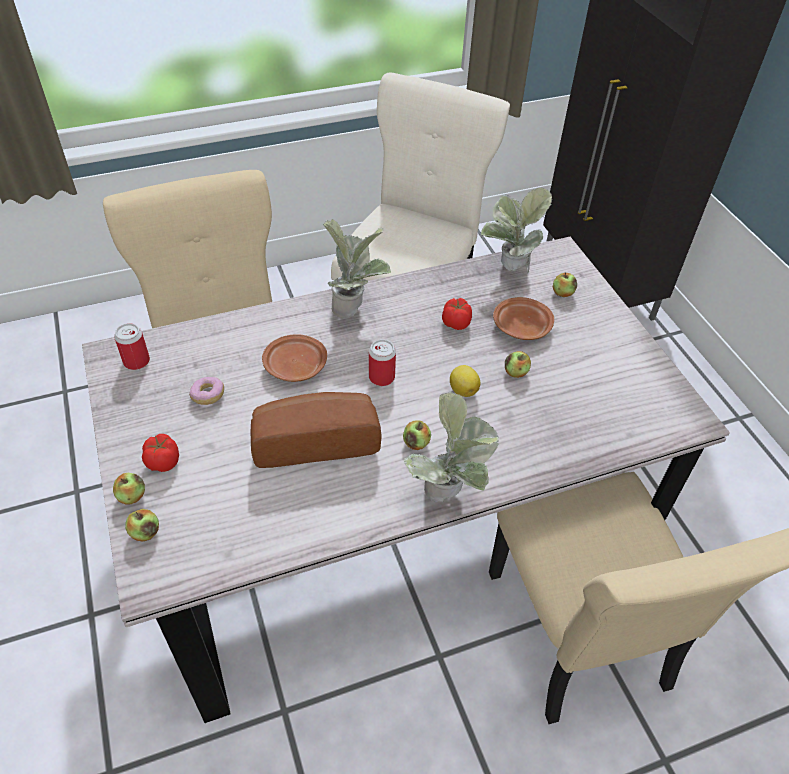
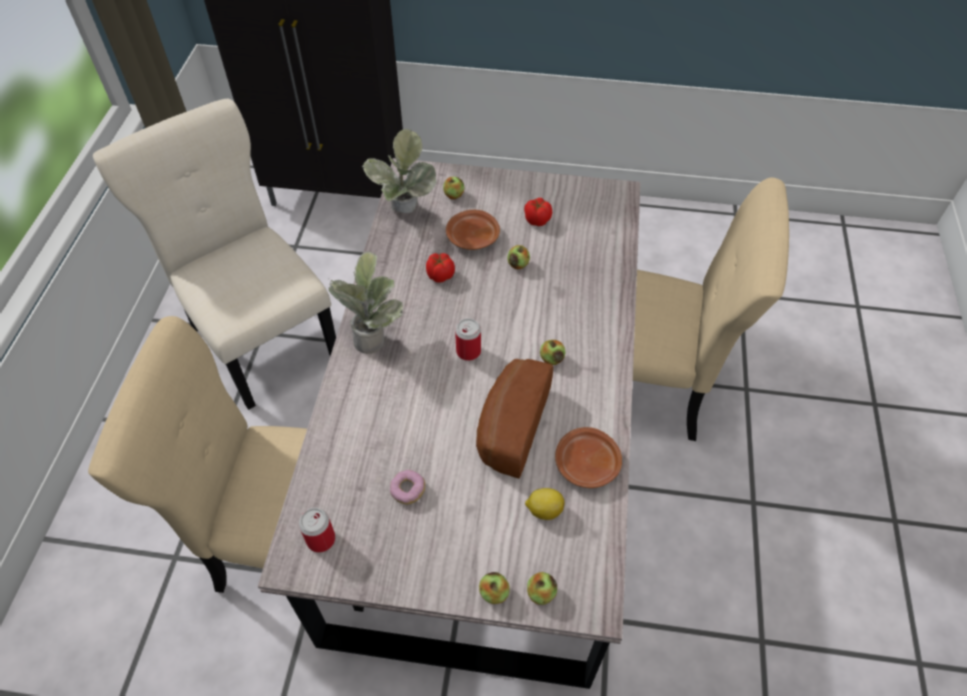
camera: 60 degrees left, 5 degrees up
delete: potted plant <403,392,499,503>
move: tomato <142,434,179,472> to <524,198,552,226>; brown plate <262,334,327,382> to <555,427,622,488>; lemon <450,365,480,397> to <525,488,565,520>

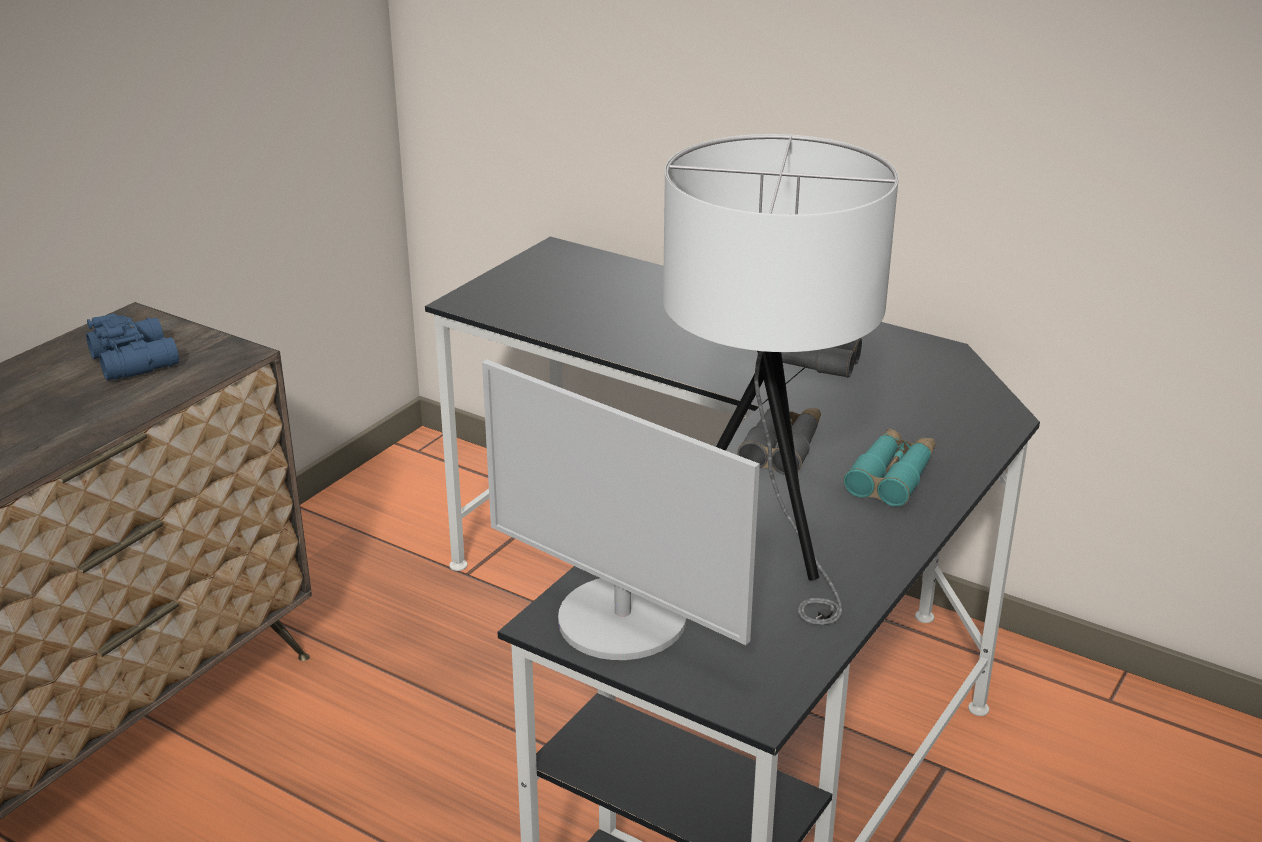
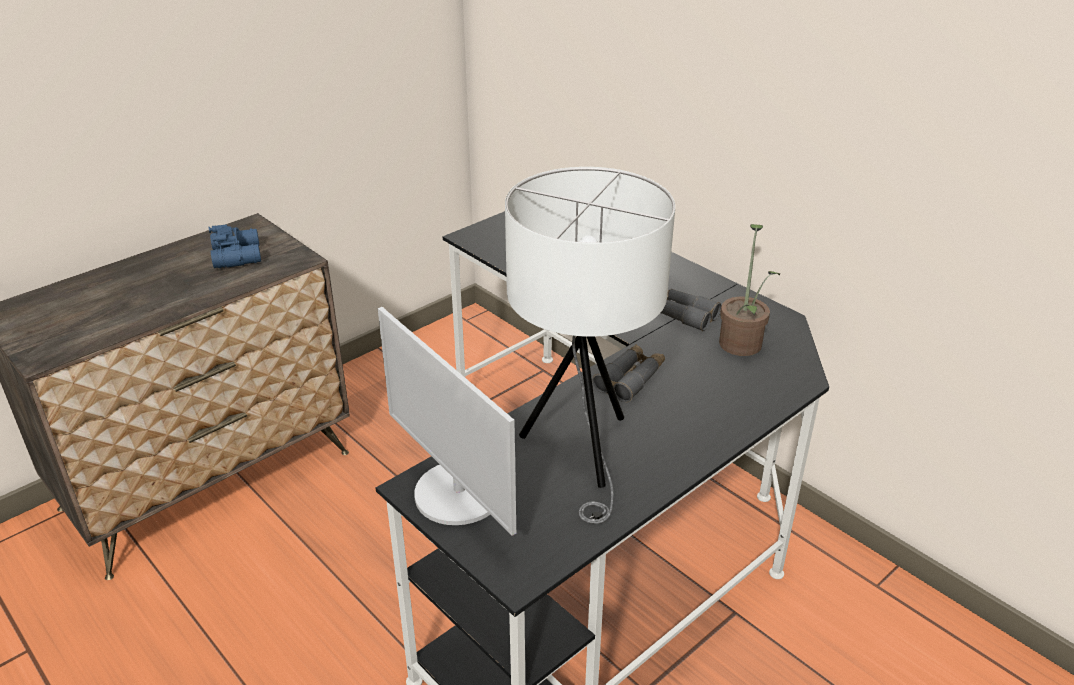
camera: 15 degrees right, 5 degrees up
delete: turquoise binoculars <843,428,936,507>
insert: potted plant <719,224,780,356>

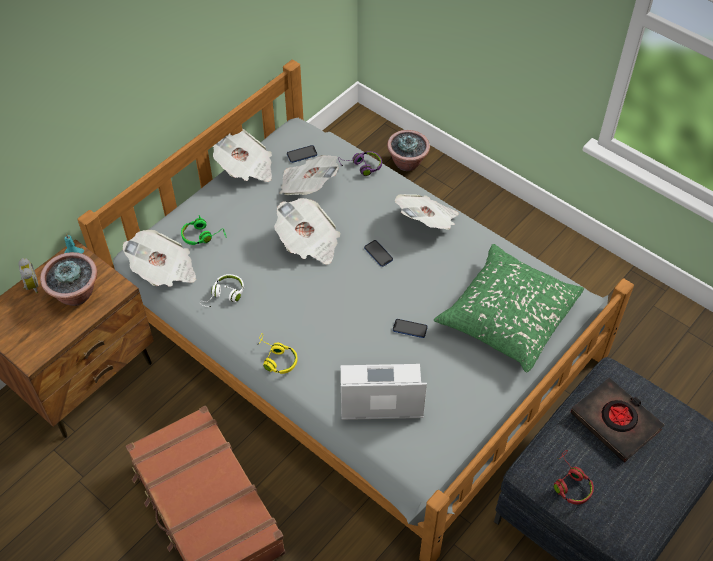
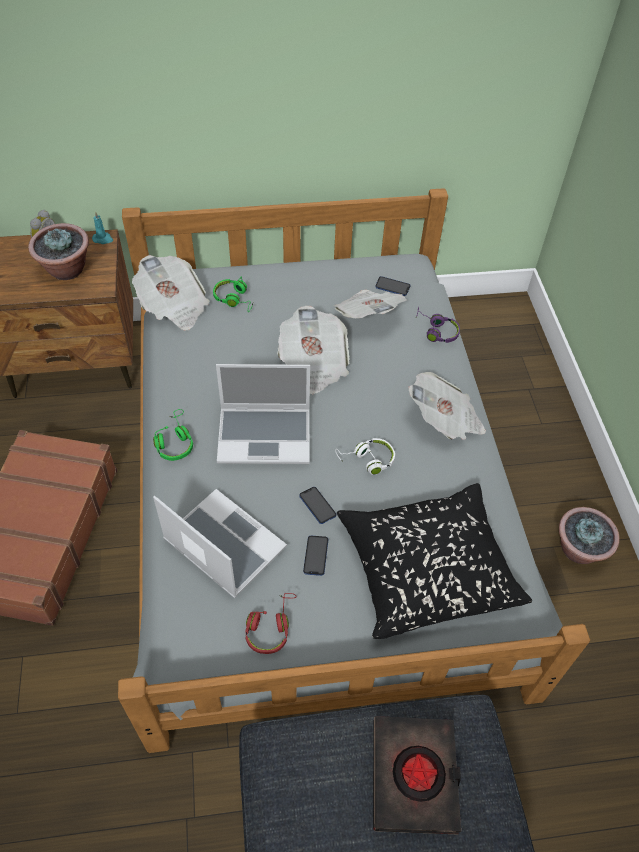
camera: 40 degrees right, 0 degrees up
delete: newspaper <213,129,272,182>
insert: laptop <216,364,310,464>
move: white headphones <200,274,244,307> to <335,438,395,475>; phone <364,240,393,267> to <303,536,328,576>; potted plant <387,130,430,171> to <559,507,620,564>; red headphones <554,450,594,504> to <245,593,297,654>
recolor: yellow headphones <258,333,298,374> to green headphones <153,409,193,461>; green pillow <434,244,584,372> to black pillow <337,483,532,639>

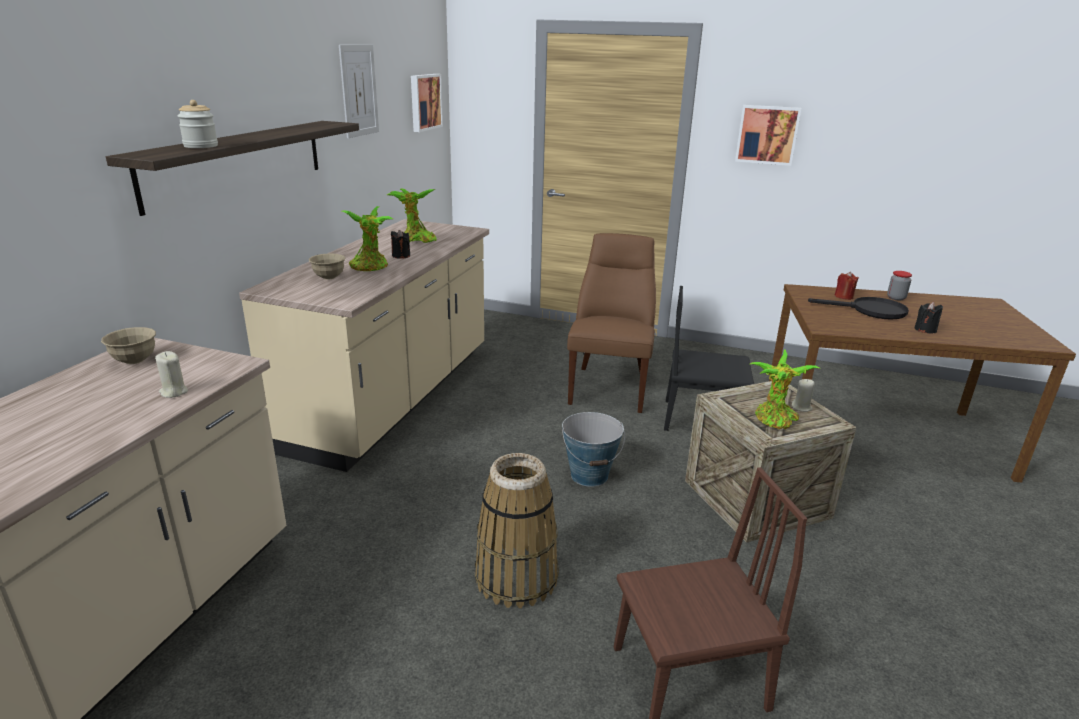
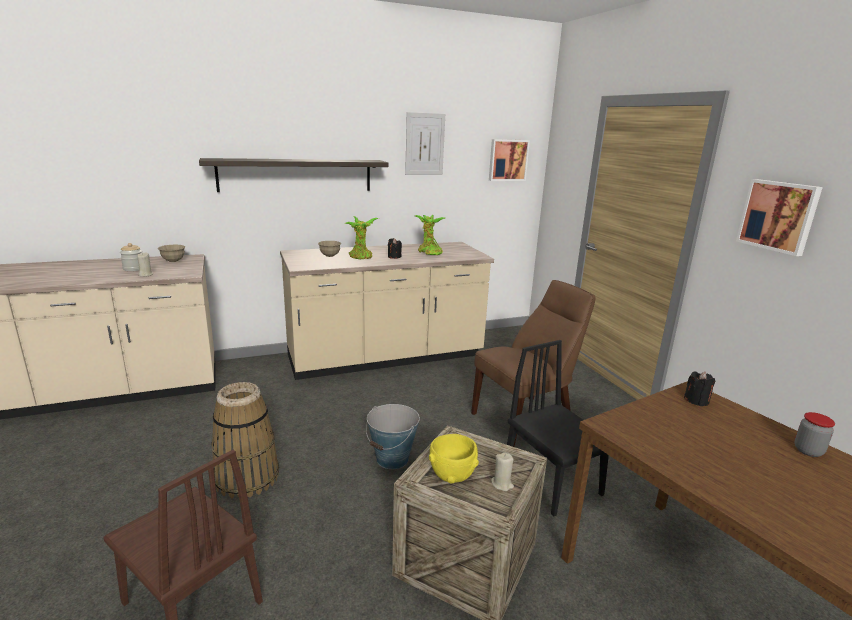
camera: 50 degrees right, 5 degrees down
delete: black frying pan <808,297,909,319>; red candle <835,272,859,300>
move: jar <178,100,218,148> to <120,243,142,271>; black candle <914,302,943,334> to <684,372,715,406>
replace: potted plant <750,349,819,429> to yellow bowl <429,434,479,484>

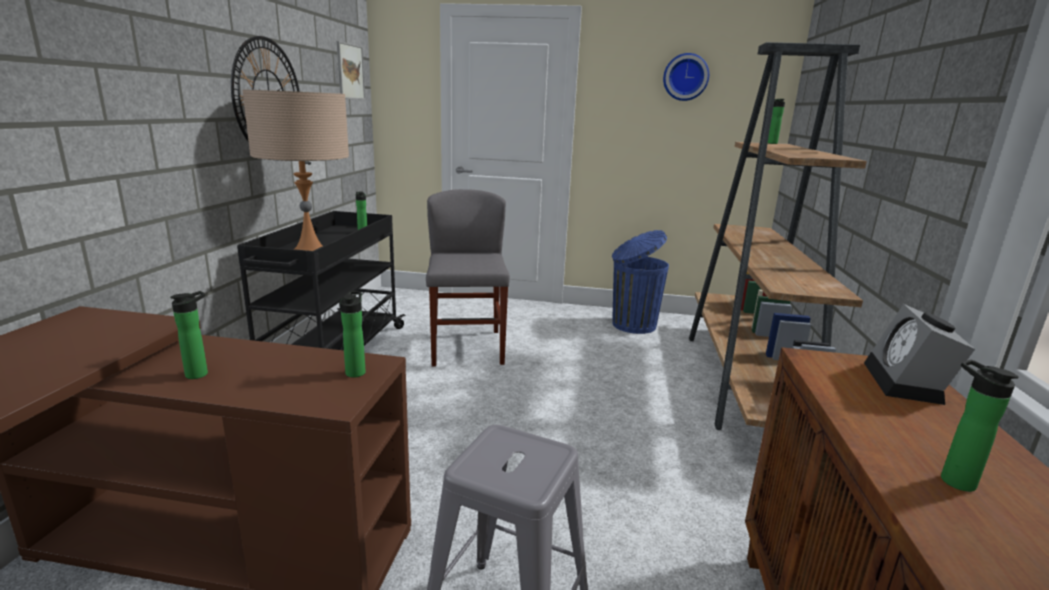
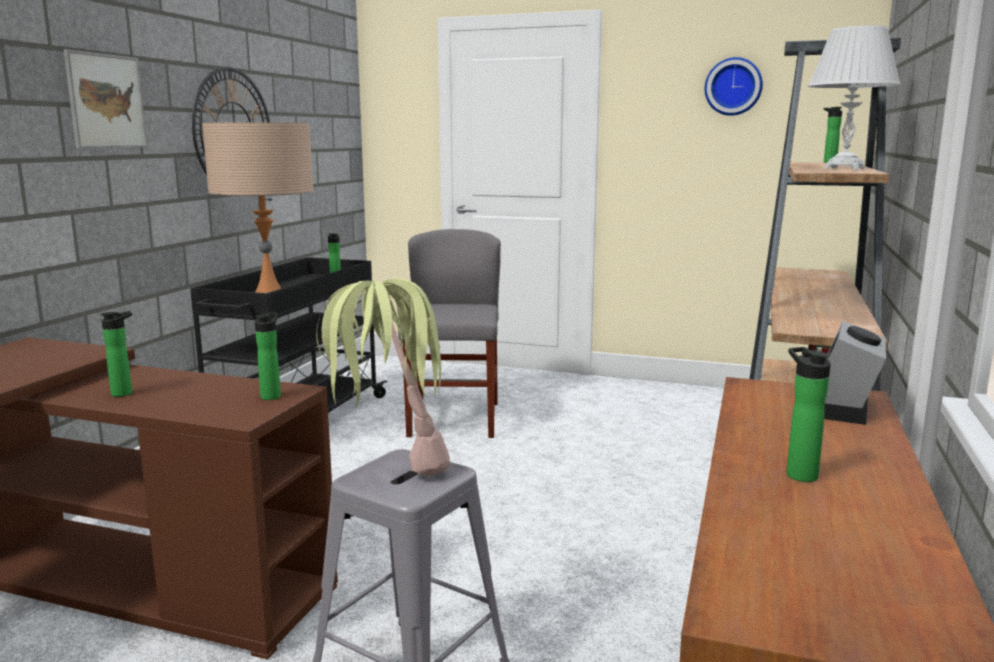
camera: 10 degrees right, 5 degrees down
delete: blue trash can <612,230,669,334>
insert: potted plant <316,278,450,476>; white table lamp <808,25,901,170>
move: picture <337,41,365,100> to <64,49,147,148>

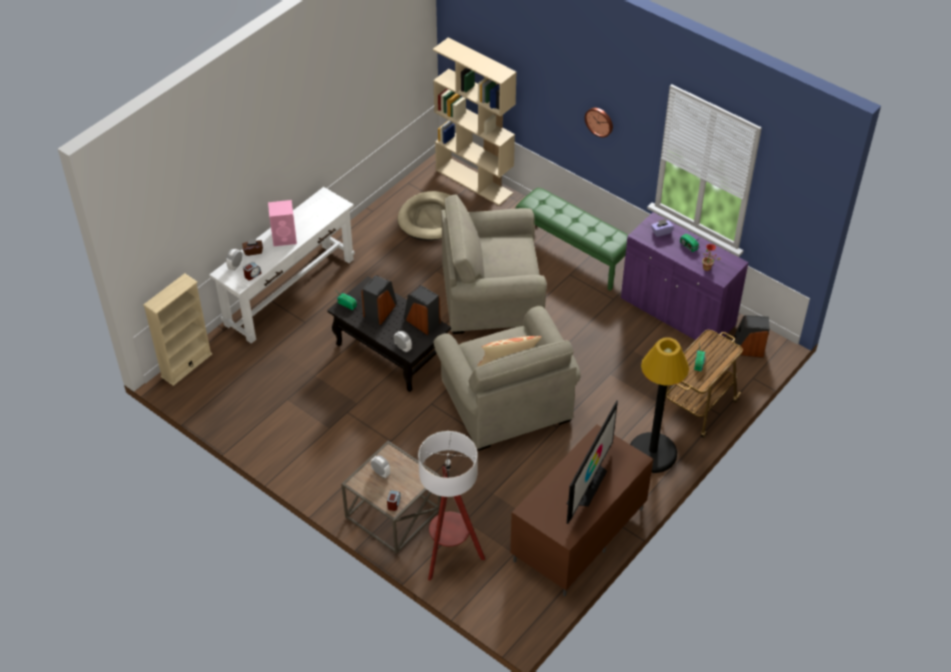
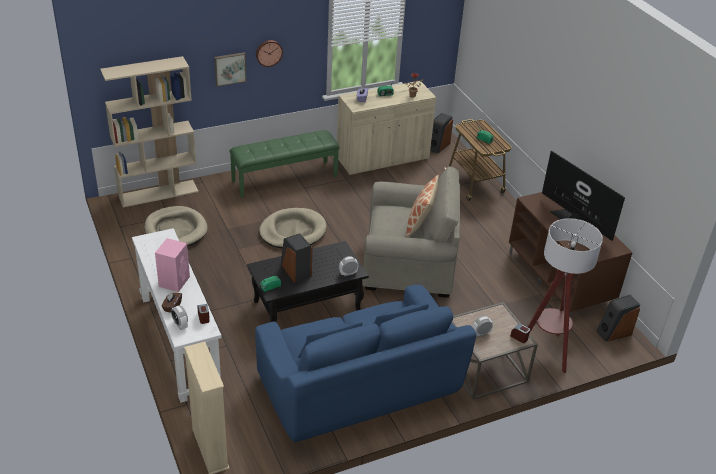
camera: 65 degrees left, 10 degrees down
delete: black floor lamp <630,337,689,473>
insert: picture <214,52,246,86>; blue sofa <255,285,477,442>
move: speaker <404,285,441,335> to <596,295,640,342>
replace: beige armchair <441,194,547,334> to beige dog bed <259,208,327,249>
recolor: purple cabinet <621,212,749,342> to beige cabinet <337,81,436,175>

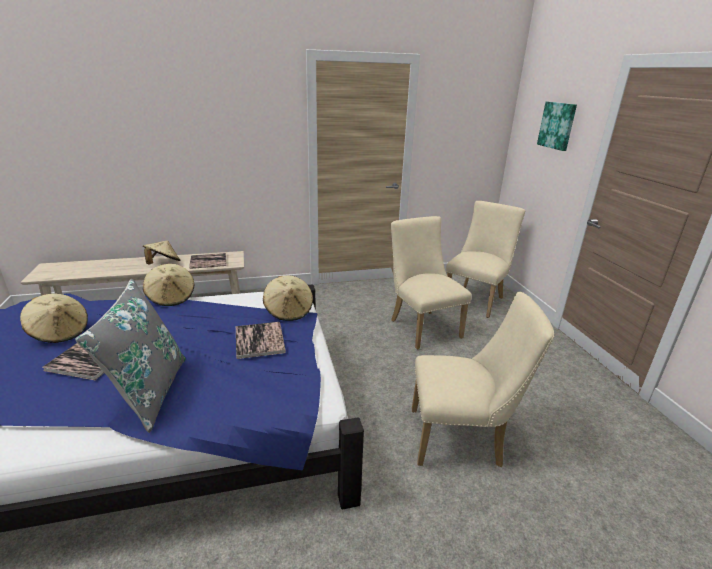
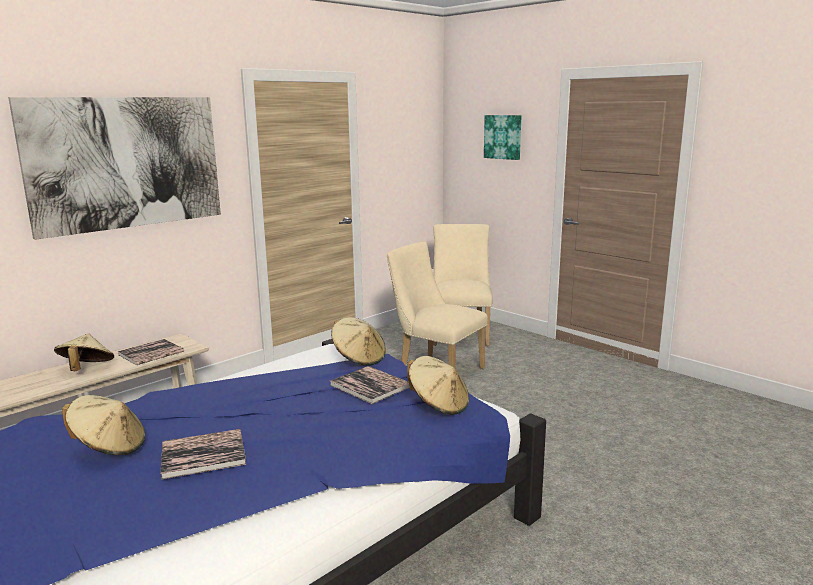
camera: 30 degrees left, 10 degrees down
delete: grey pillow <75,279,186,433>; beige chair <412,292,554,467>
insert: picture <8,97,221,240>
move: beige hat <143,264,194,306> to <407,356,469,415>

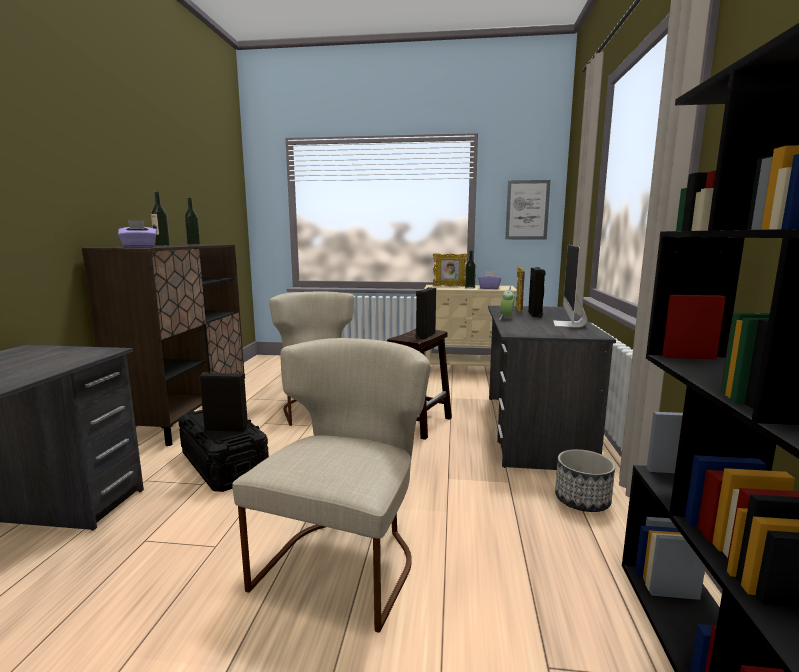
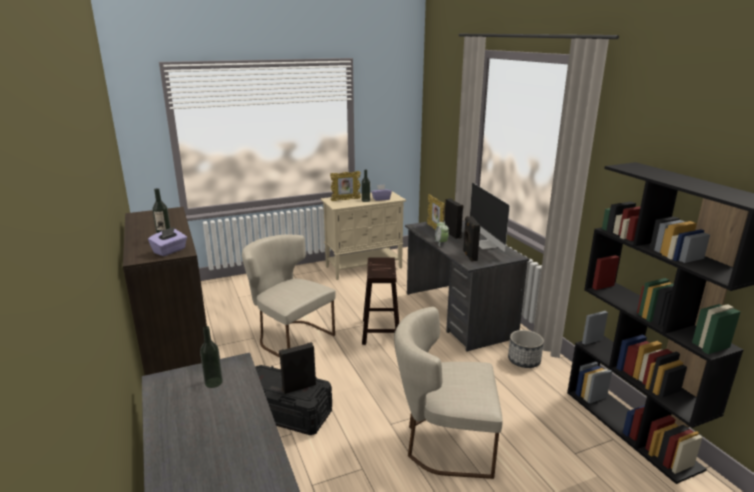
camera: 30 degrees left, 10 degrees up
delete: picture <505,180,551,239>
move: bottle <184,198,200,245> to <200,326,223,388>; black speaker <416,287,436,340> to <463,216,480,262>
rotate: beige chair <232,338,431,633> = <394,307,503,479> 75 degrees counterclockwise

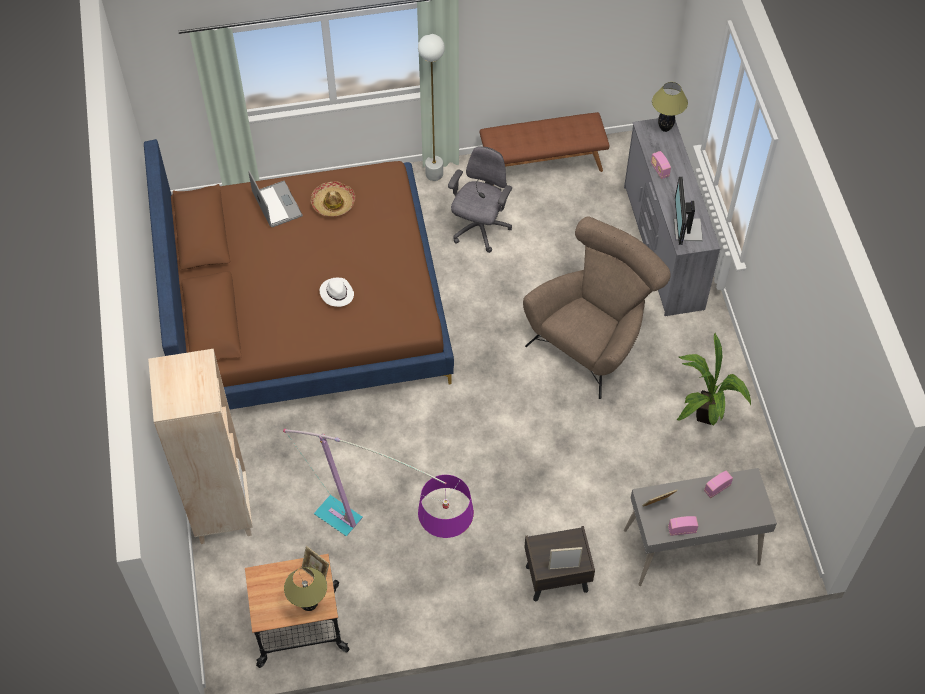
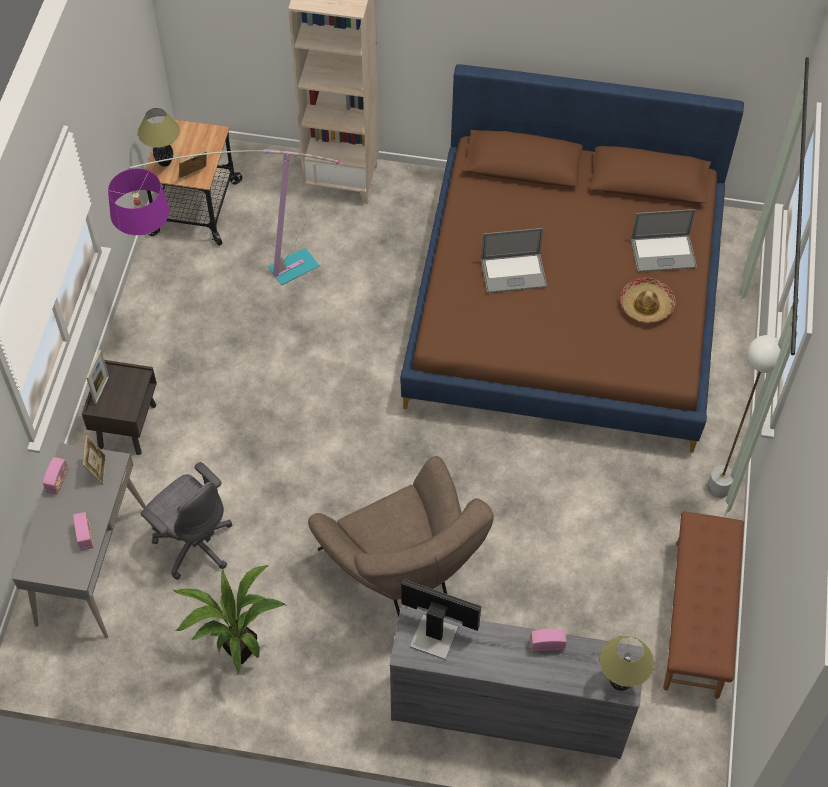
camera: 110 degrees right, 0 degrees up
move: grey office chair <448,146,512,253> to <141,462,232,580>
replace: white hat <320,278,354,307> to laptop <481,228,547,293>

